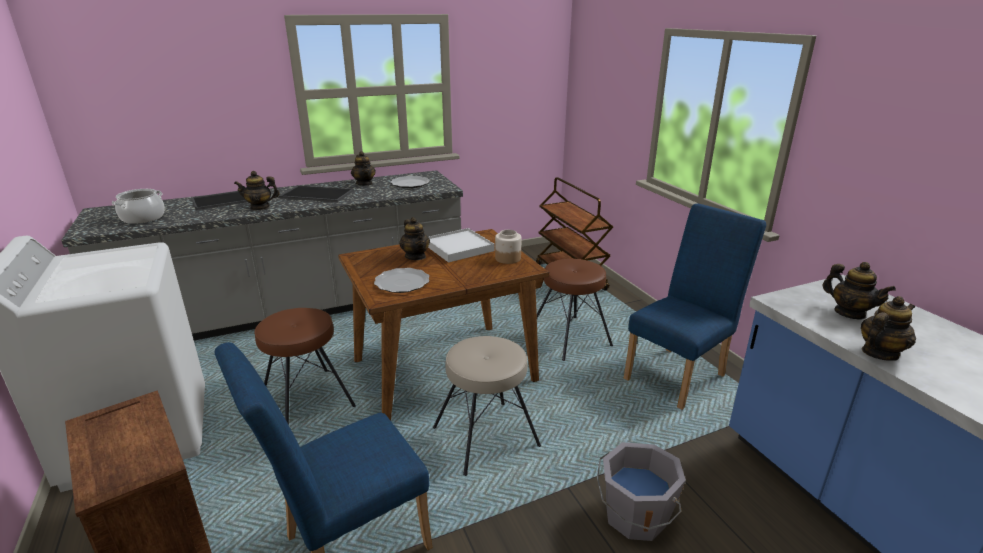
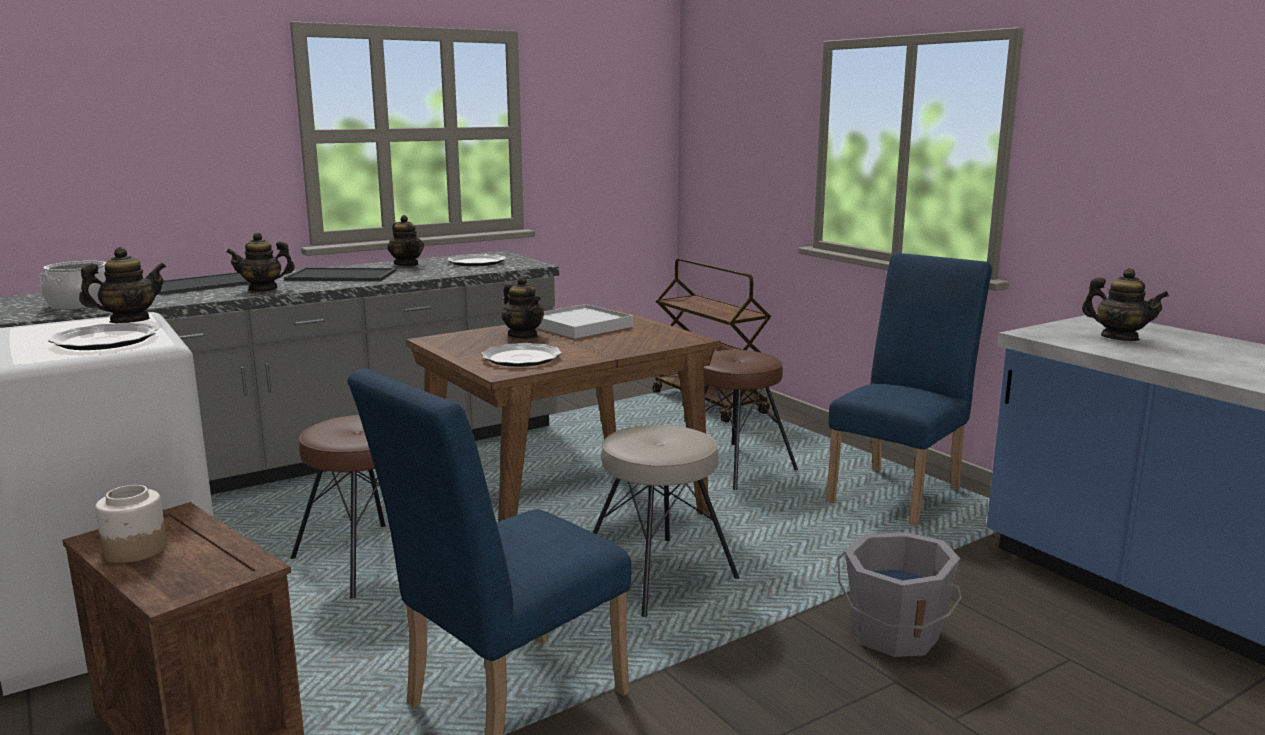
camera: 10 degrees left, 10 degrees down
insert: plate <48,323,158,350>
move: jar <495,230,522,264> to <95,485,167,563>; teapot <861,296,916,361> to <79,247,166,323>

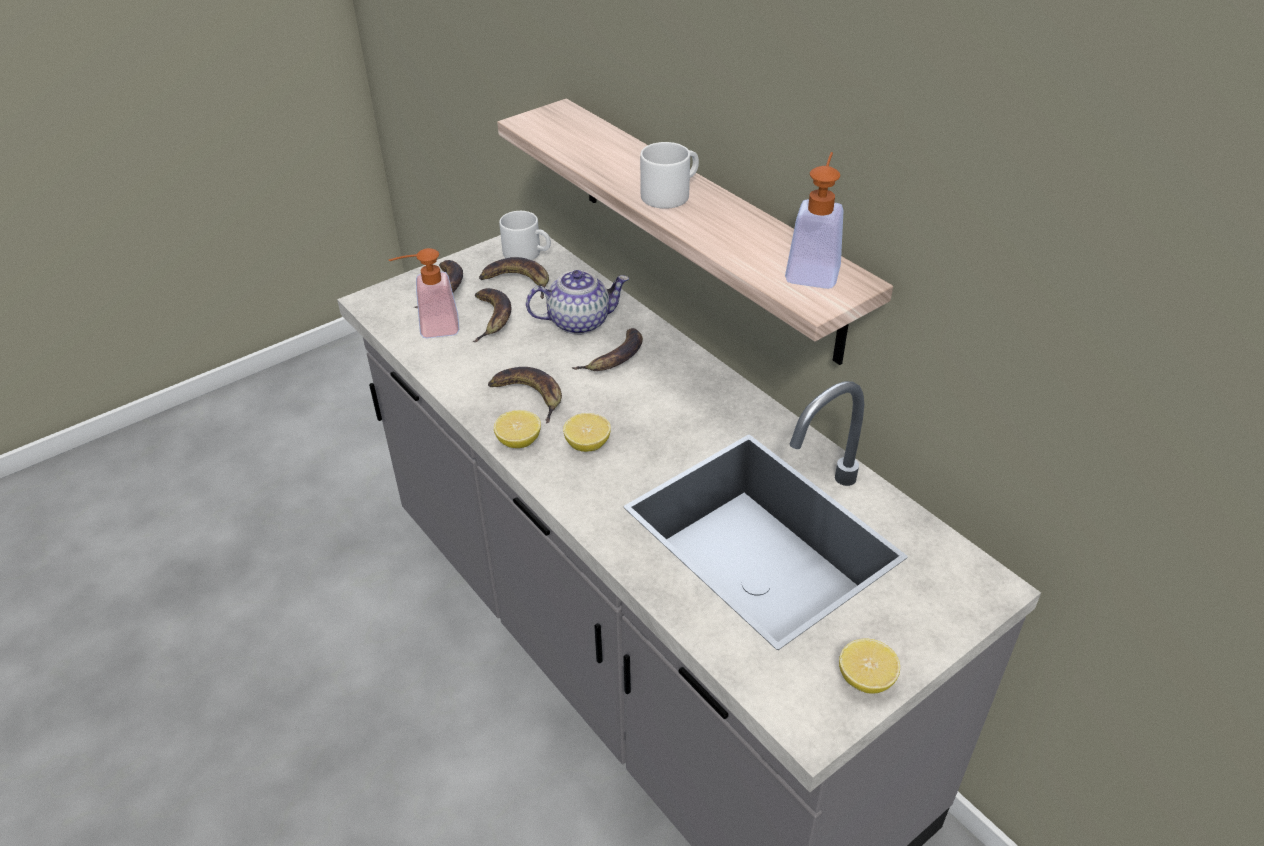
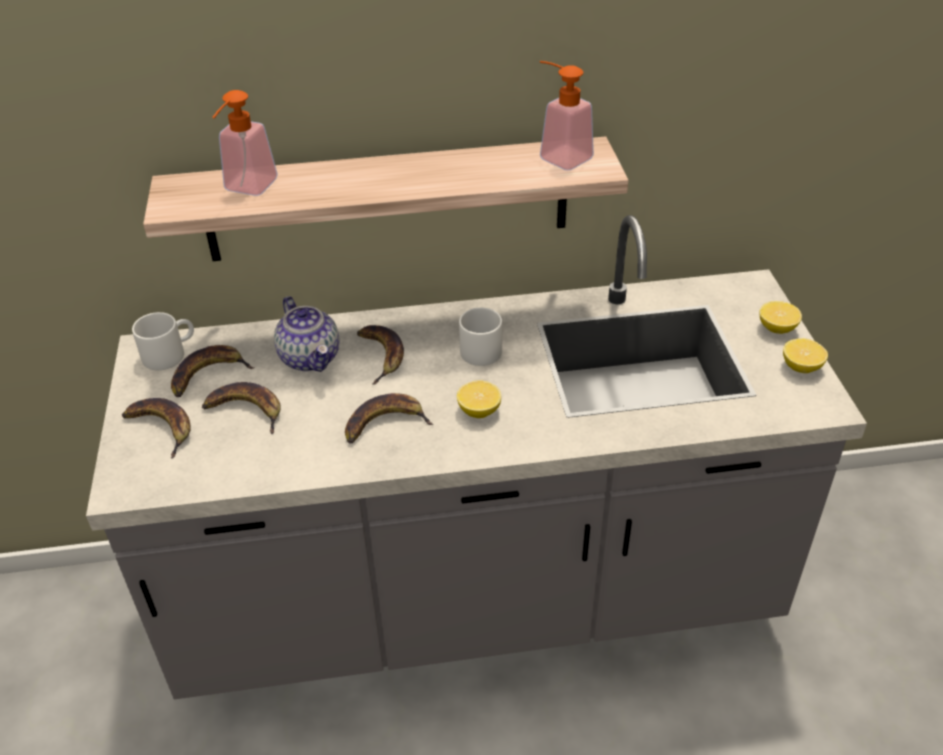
camera: 60 degrees left, 0 degrees up
move: soap dispenser <389,248,459,338> to <212,90,278,196>; lemon <494,410,541,448> to <759,301,802,334>; white mug <640,142,699,209> to <459,308,502,366>
rotate: teapot <526,270,629,335> = <274,296,340,372> 135 degrees clockwise

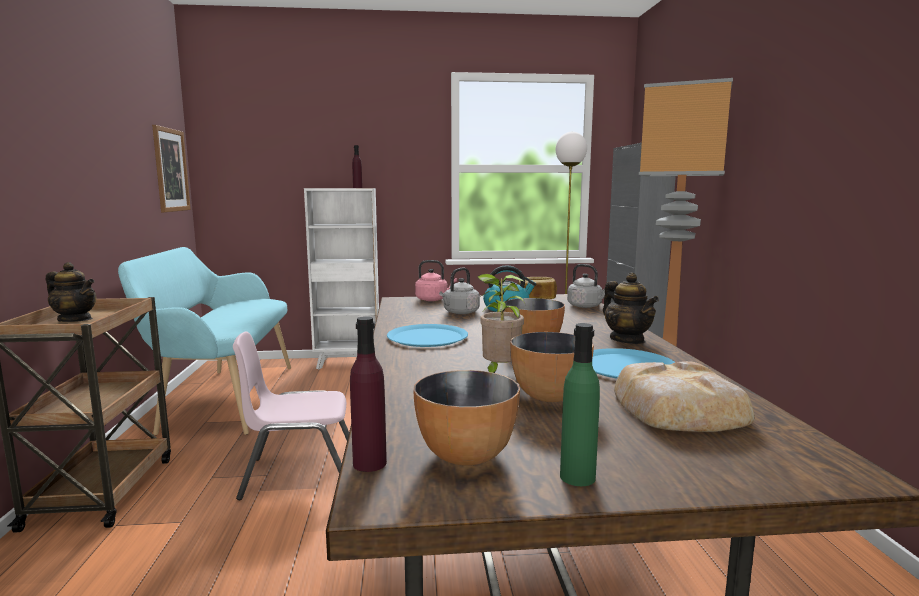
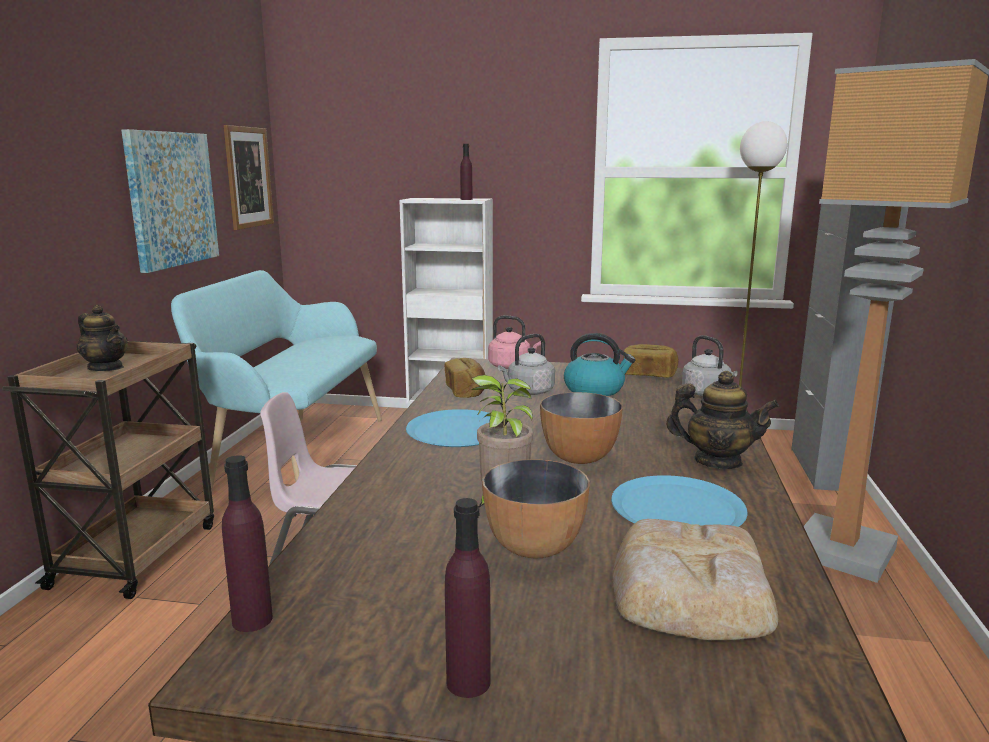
camera: 15 degrees right, 5 degrees up
delete: bowl <413,370,520,466>
insert: picture <121,129,219,273>; bread <445,358,485,398>
recolor: green bottle <560,323,600,486> to purple bottle <445,498,491,698>
rotate: teapot <603,273,659,344> = <666,371,779,469> 60 degrees counterclockwise

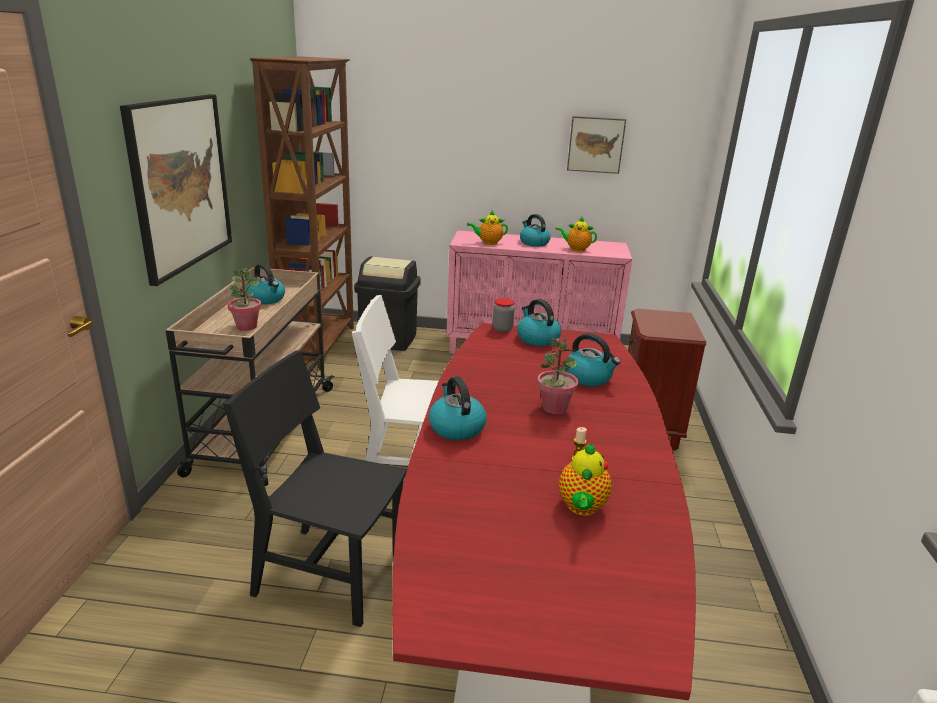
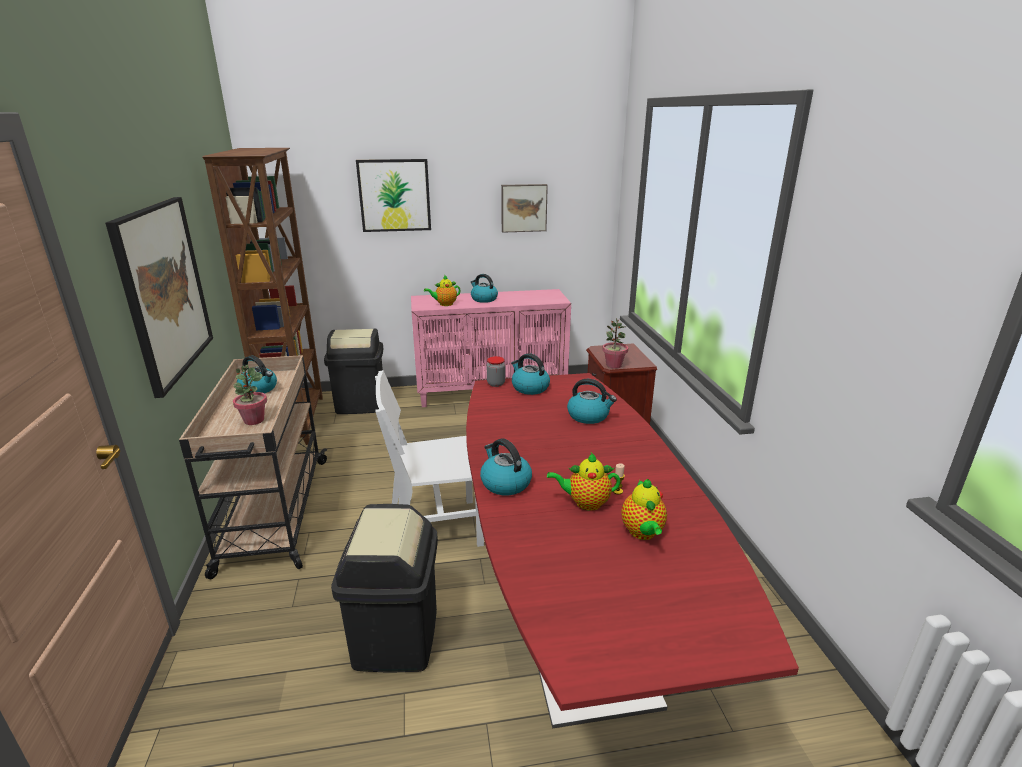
camera: 15 degrees left, 0 degrees up
insert: picture <356,159,431,232>
move: potted plant <537,333,579,414> to <602,318,628,369>; teapot <555,216,597,252> to <547,453,621,511>
replace: black chair <223,351,407,627> to black trash can <331,504,438,673>

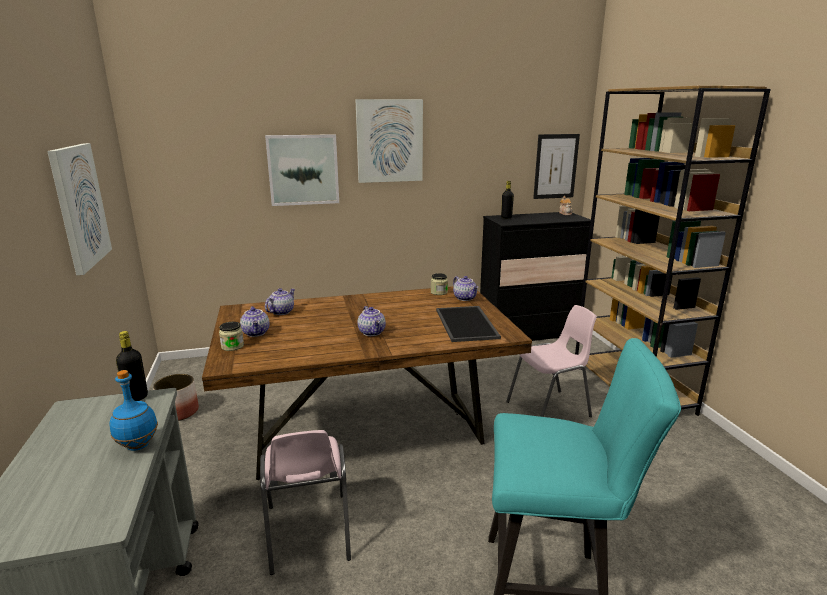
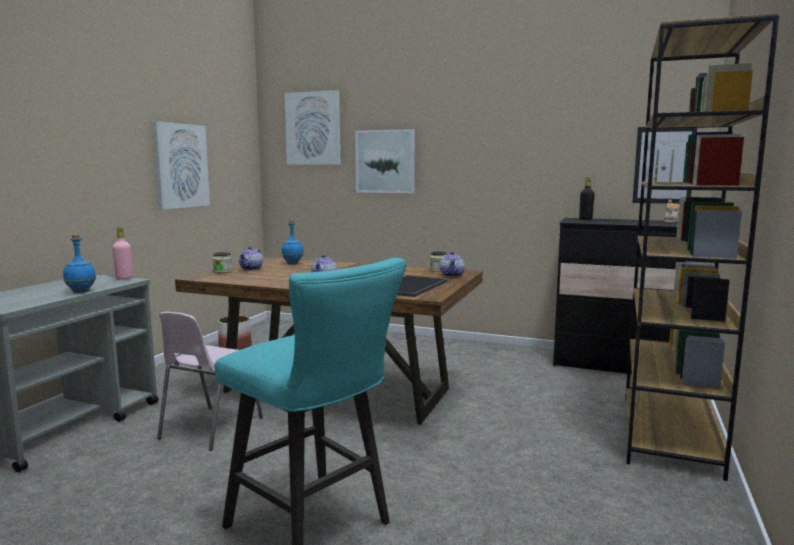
camera: 35 degrees right, 10 degrees down
delete: pink chair <506,305,597,417>
move: picture <355,99,423,183> to <284,90,340,165>
replace: teapot <265,288,295,315> to blue bottle <281,220,304,264>
recolor: black bottle <116,331,148,401> to pink bottle <112,227,133,280>

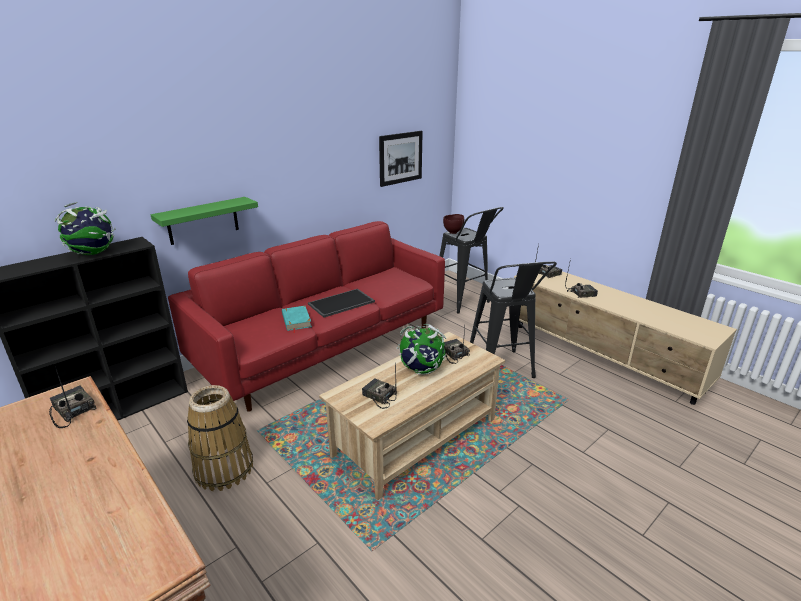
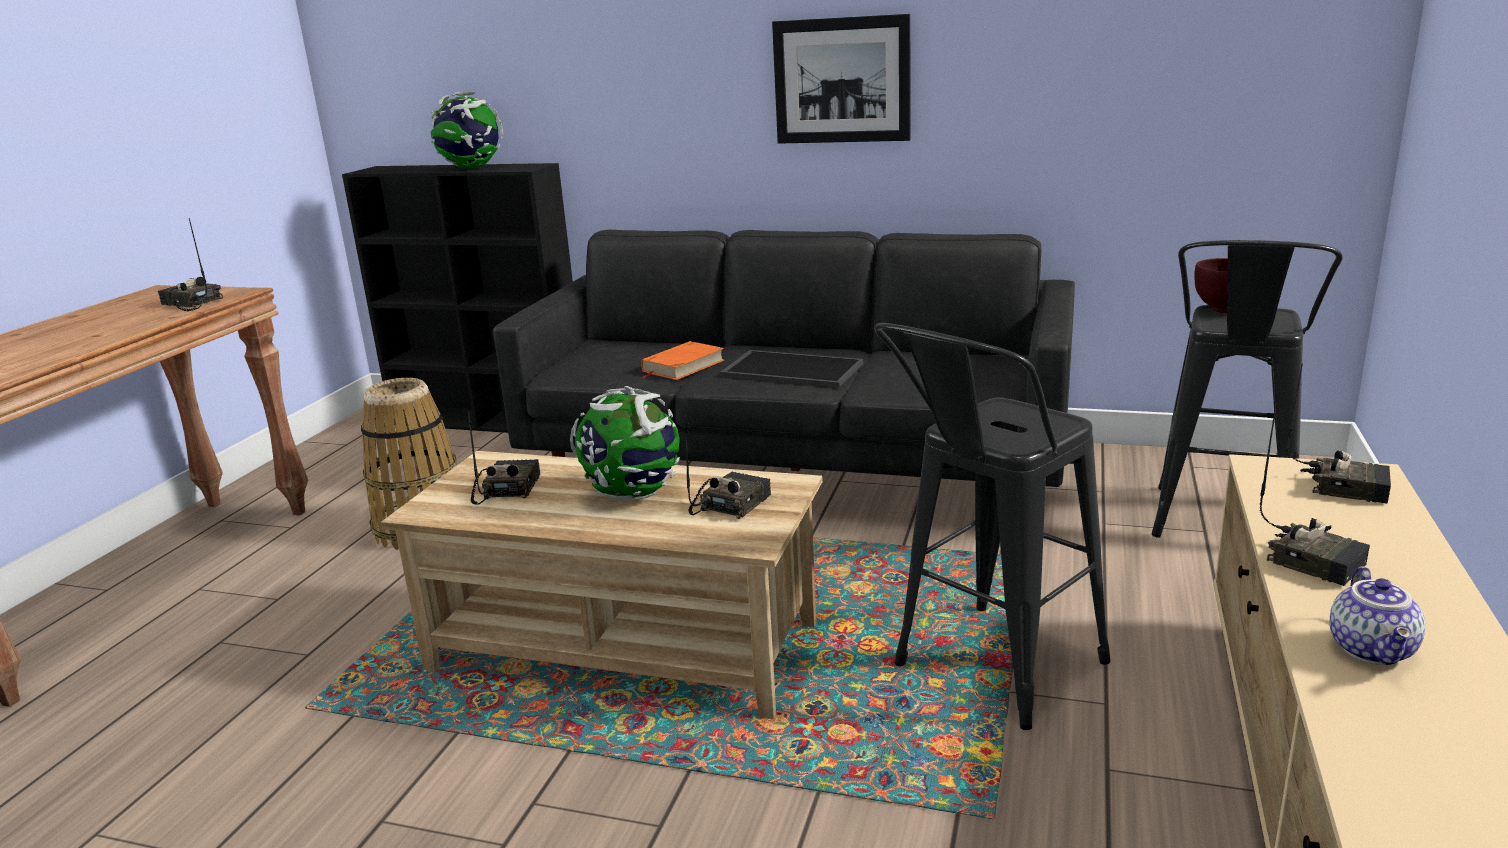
camera: 60 degrees right, 5 degrees down
delete: green shelf <151,197,258,245>
insert: teapot <1330,566,1425,665>
move: picture <379,131,423,187> to <772,14,910,144>
recolor: red sofa <168,221,445,412> to black sofa <493,230,1075,487>; turquoise book <282,306,312,333> to orange book <641,341,724,380>
rotate: radio <49,366,97,428> = <158,218,223,311> 75 degrees counterclockwise

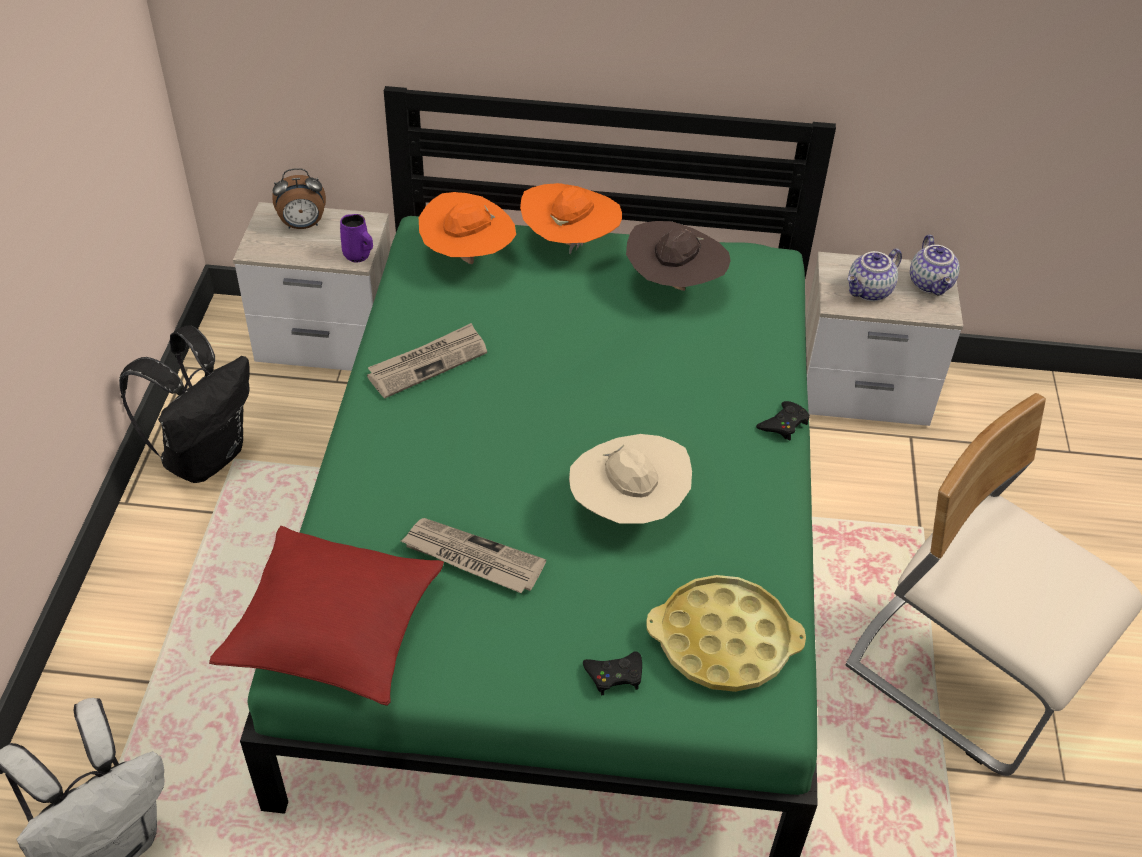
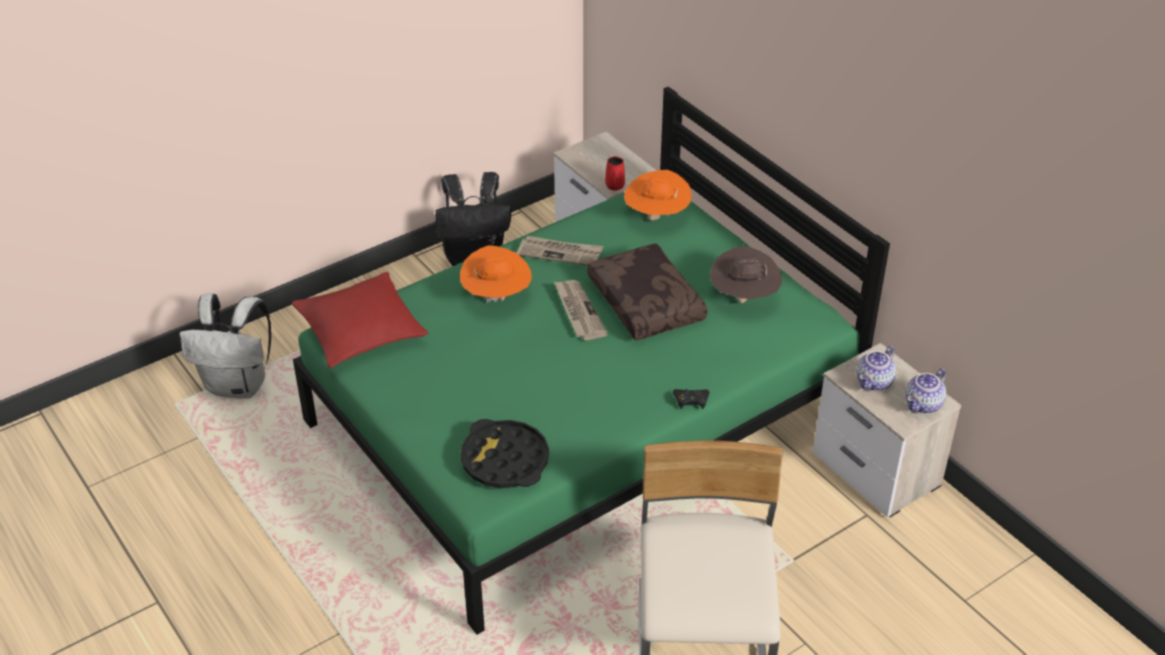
camera: 50 degrees right, 5 degrees down
delete: alarm clock <272,168,326,229>; beige hat <569,434,692,524>; black game controller <583,651,642,695>
insert: brown pillow <587,243,707,341>
move: newspaper <401,518,546,593> to <554,280,608,340>; orange hat <520,183,622,254> to <460,245,532,303>
recolor: purple mug <340,214,373,263> to red mug <605,156,625,190>; yellow tray <646,575,806,692> to black tray <460,419,549,488>
rotate: teapot <848,248,902,301> = <857,346,896,391> 60 degrees counterclockwise

